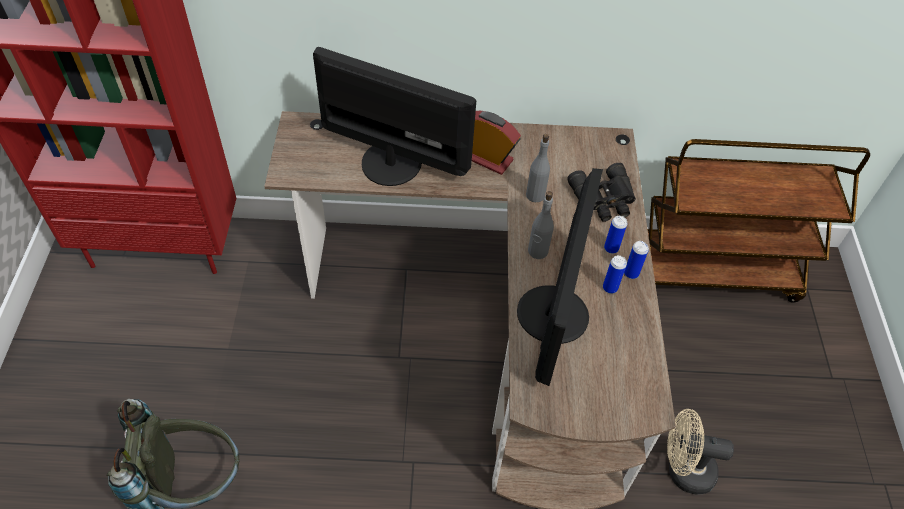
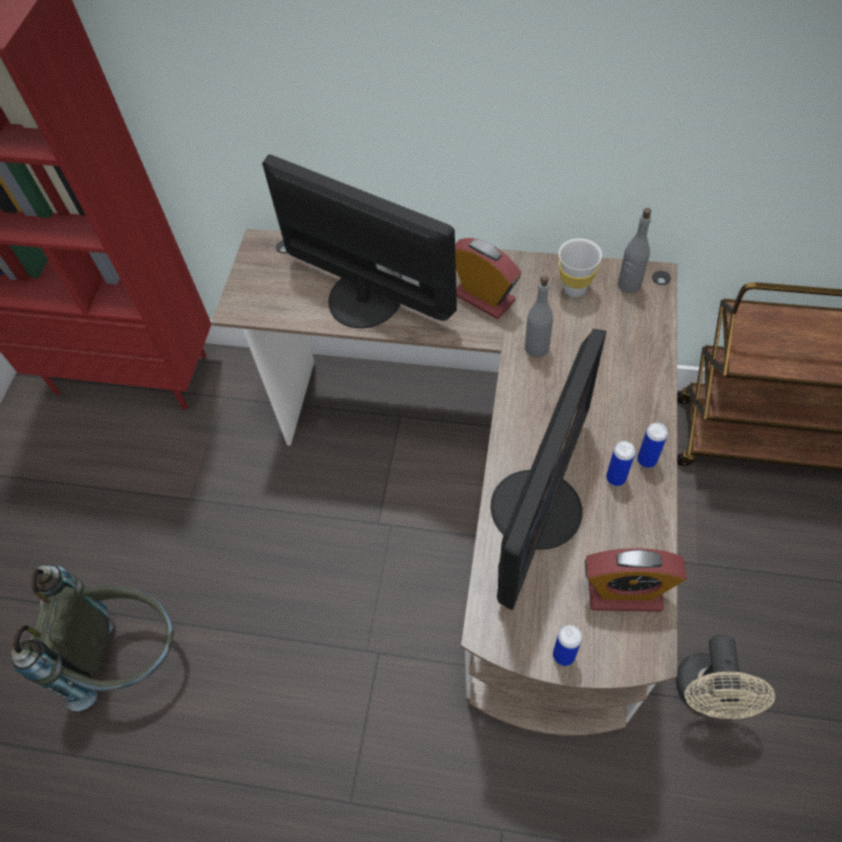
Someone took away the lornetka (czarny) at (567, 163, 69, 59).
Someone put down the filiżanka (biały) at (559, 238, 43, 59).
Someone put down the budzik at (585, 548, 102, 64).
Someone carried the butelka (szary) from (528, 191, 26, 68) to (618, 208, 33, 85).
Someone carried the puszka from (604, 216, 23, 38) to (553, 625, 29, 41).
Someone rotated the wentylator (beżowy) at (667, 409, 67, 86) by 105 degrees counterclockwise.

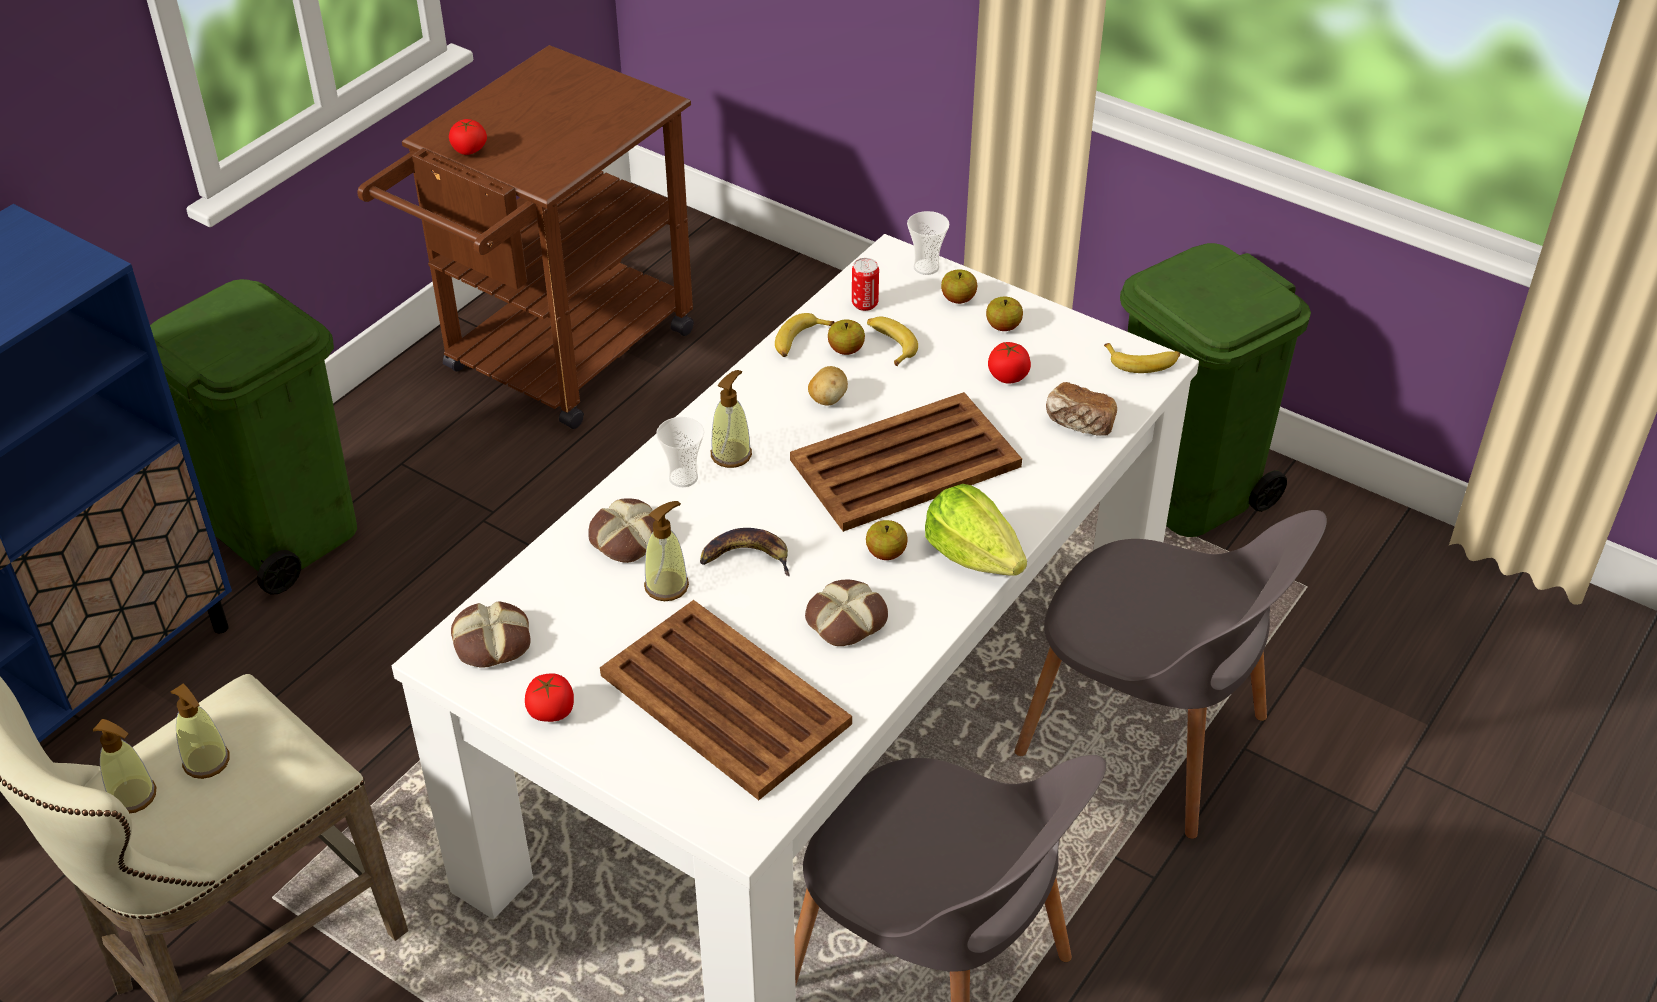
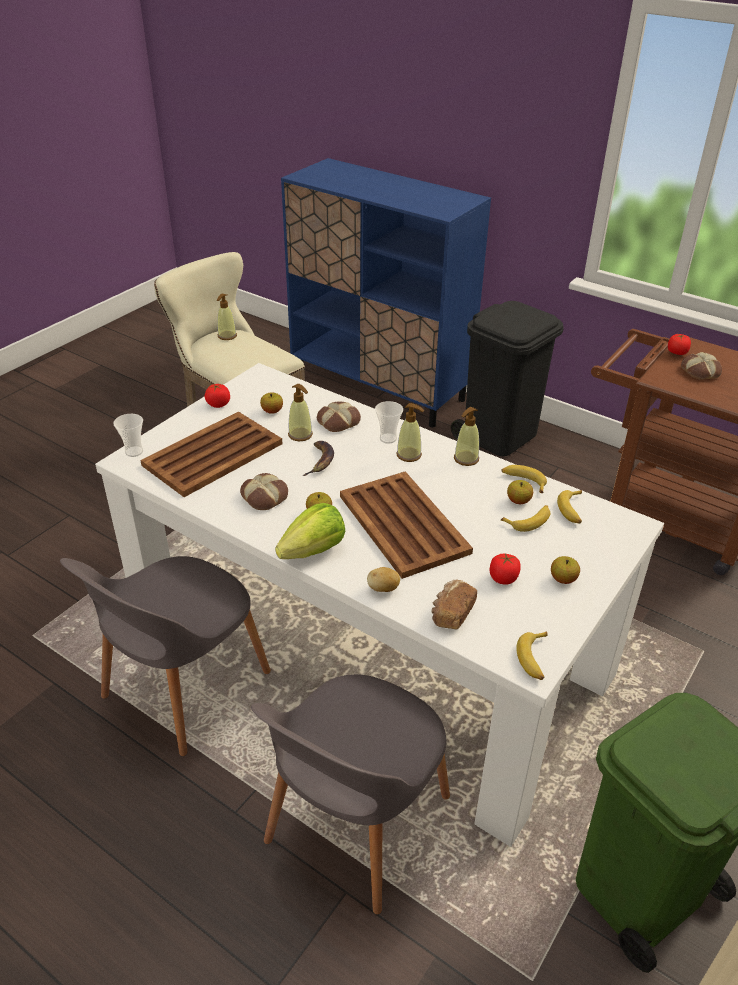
Someone carried the dozownik mydła from (171, 683, 59, 96) to (454, 407, 25, 59).
Someone carried the chleb from (451, 601, 80, 66) to (681, 352, 41, 28).
Someone carried the ziemniak from (808, 366, 40, 39) to (367, 567, 33, 25).
Someone carried the filiżanka from (907, 211, 42, 64) to (113, 414, 30, 43).
Someone carried the jabłko from (941, 269, 36, 35) to (260, 392, 23, 22).
Someone swapped the puszka at (852, 258, 27, 53) for the banan at (557, 490, 25, 34).
Someone repainted the kosz na śmieci (zielony) at (150, 279, 207, 316), which became the kosz na śmieci (czarny) at (451, 301, 113, 155).

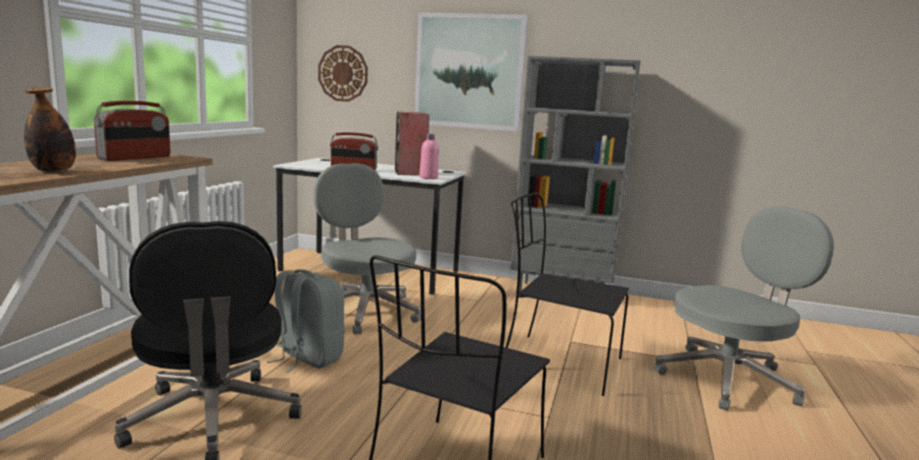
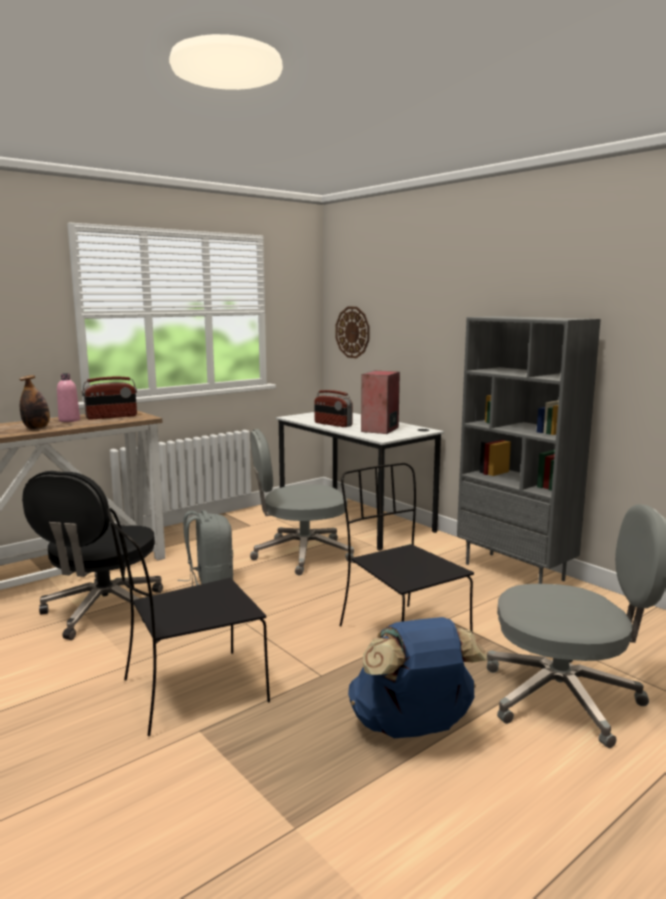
Someone took away the obraz at (415, 12, 113, 119).
Someone put down the plecak (niebieski) at (348, 617, 140, 121).
Someone carried the butelka (różowy) from (419, 134, 20, 45) to (57, 373, 23, 49).
Someone rotated the krzesło biurowe (szary) at (314, 163, 107, 171) by 105 degrees counterclockwise.

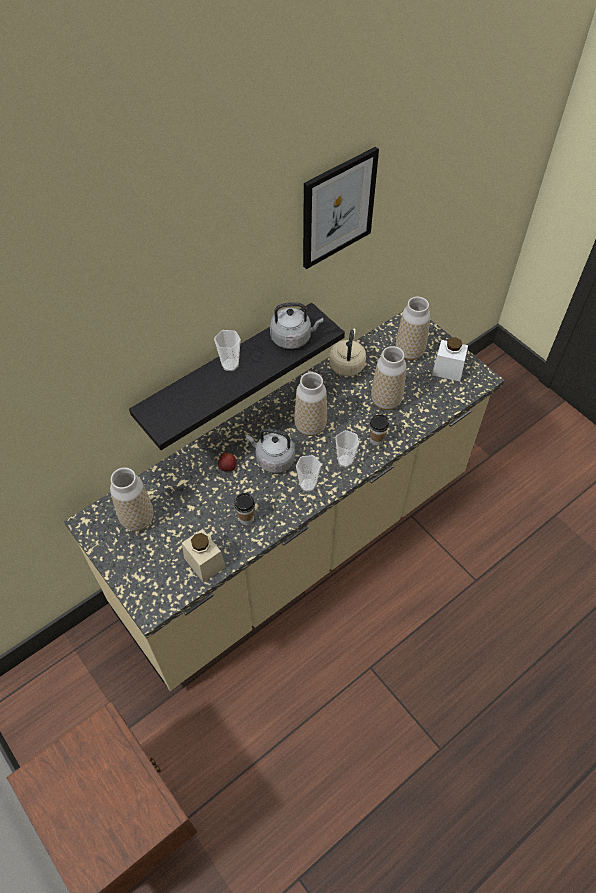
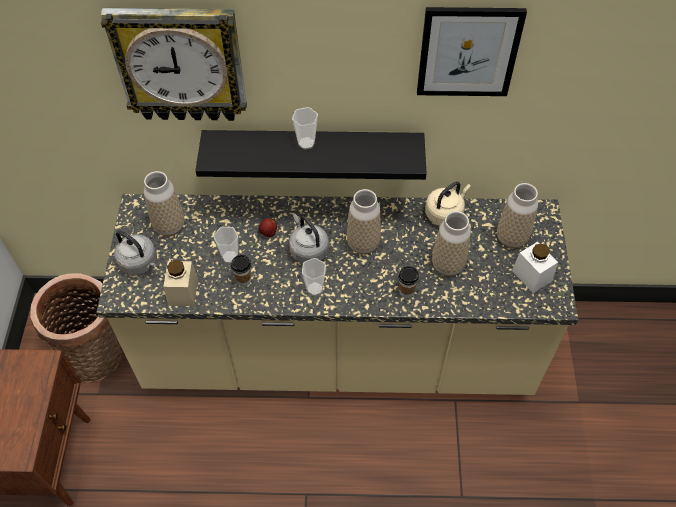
Someone put down the koszyk at (30, 273, 91, 110).
Someone put up the zegar ścienny at (101, 8, 146, 113).
Someone carried the czajnik (szary) from (270, 302, 54, 47) to (114, 231, 43, 45).
Someone carried the filiżanka from (335, 430, 24, 38) to (213, 227, 25, 36).

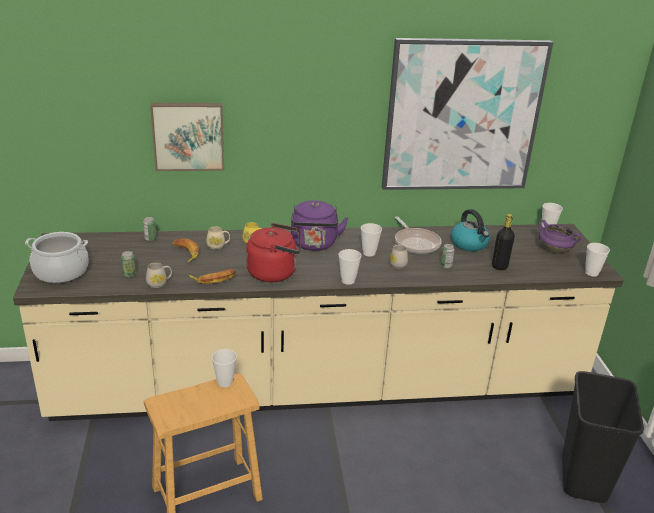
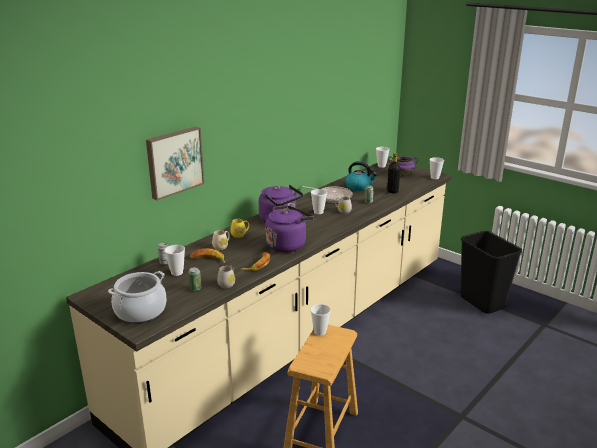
Someone took away the obraz at (382, 38, 171, 152).
Someone carried the filiżanka from (338, 249, 23, 36) to (165, 245, 20, 31).
Someone repainted the czajnik (czerwony) at (246, 223, 55, 59), which became the czajnik (fioletowy) at (265, 206, 49, 46).

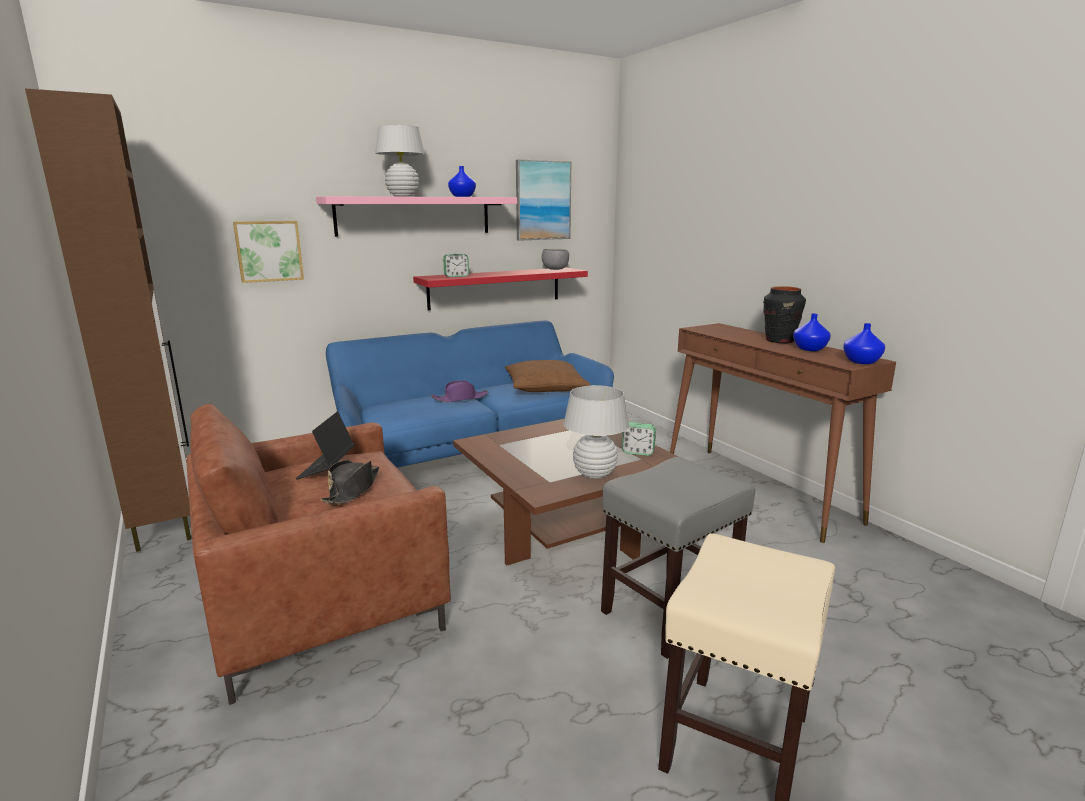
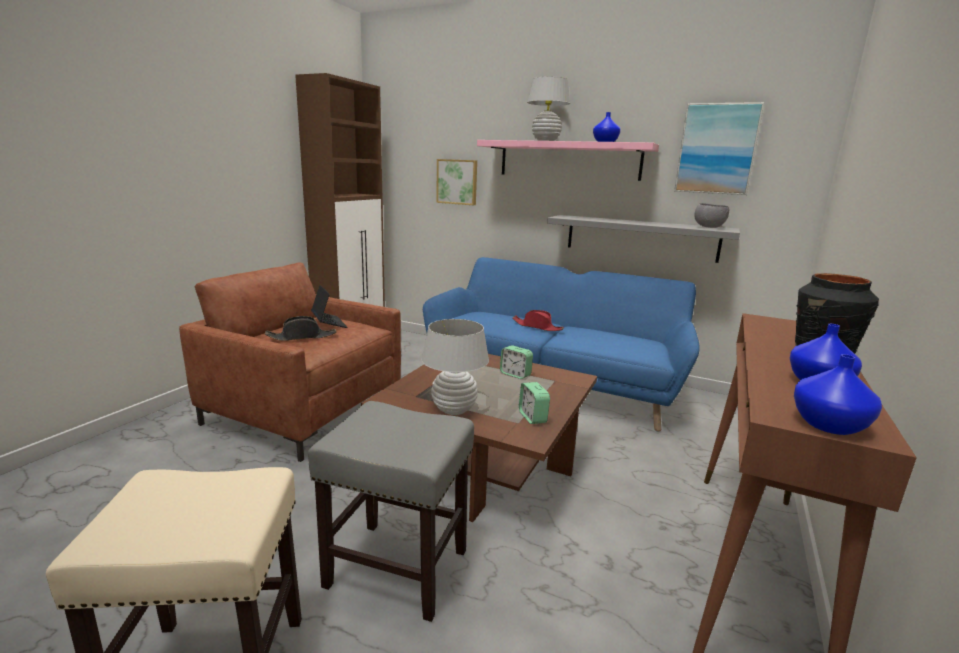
Someone took away the poduszka (brązowy) at (505, 360, 85, 32).
Someone carried the budzik from (443, 254, 26, 23) to (500, 345, 33, 34).
Someone repainted the półka (czerwony) at (413, 268, 175, 42), which became the półka (szary) at (547, 215, 193, 48).
Someone repainted the kapelusz (fioletowy) at (432, 380, 56, 22), which became the kapelusz (czerwony) at (513, 310, 51, 21).
Someone rotated the laptop at (296, 412, 58, 67) by 90 degrees clockwise.

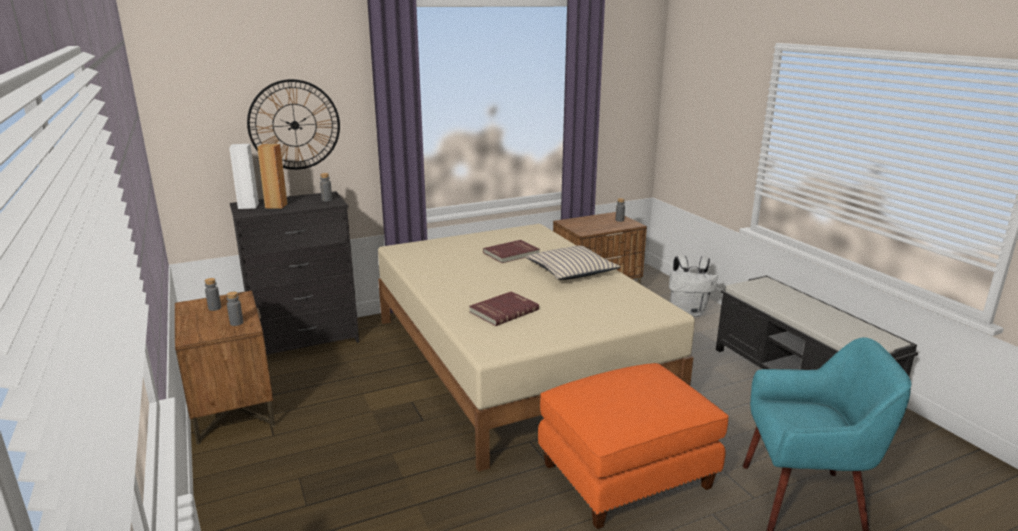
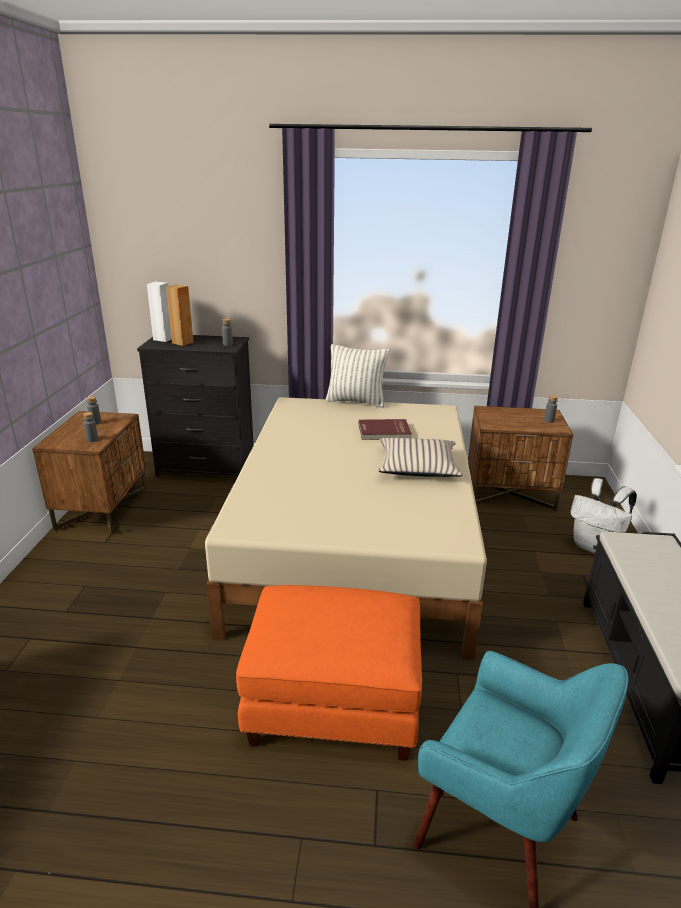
Someone took away the zegar ścienny at (247, 79, 93, 91).
Someone took away the książka (czerwony) at (469, 291, 70, 35).
Someone put down the poduszka at (326, 344, 63, 64).

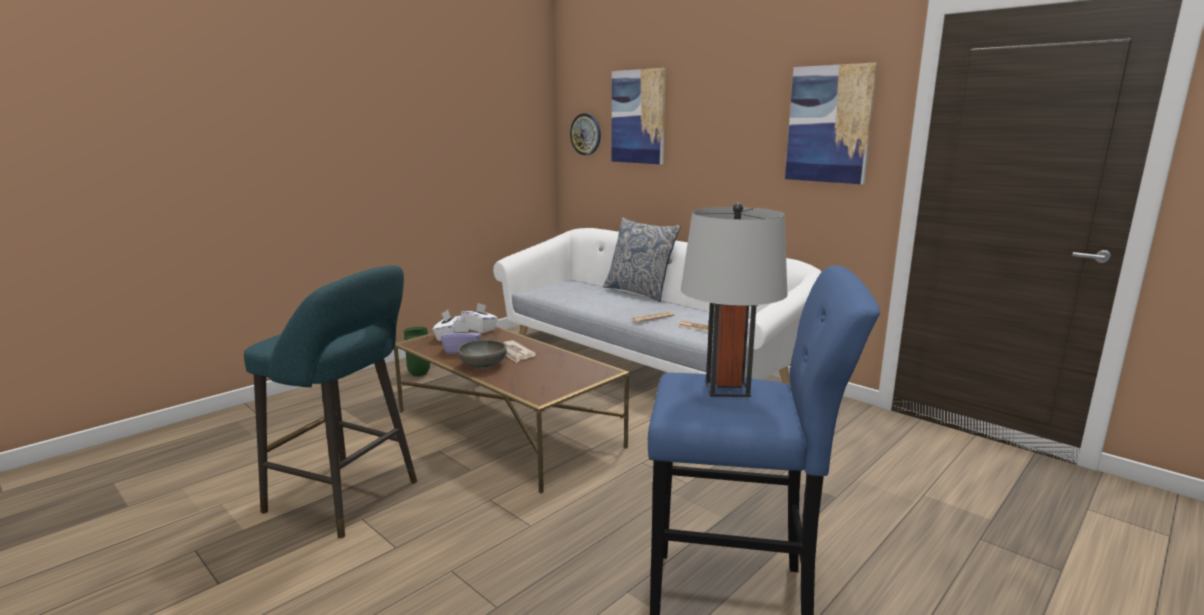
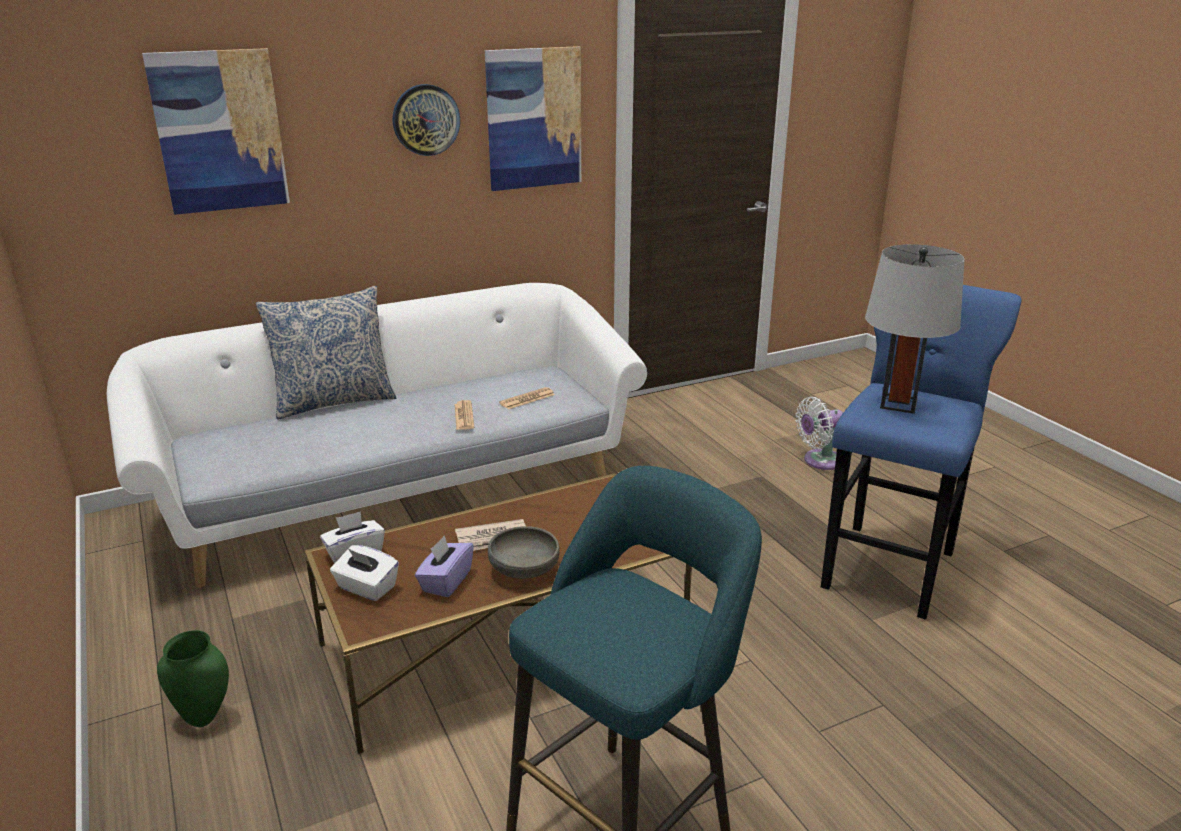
Someone put down the wentylator (biały) at (796, 397, 47, 73).
Someone carried the zegar ścienny from (570, 113, 31, 42) to (393, 84, 67, 72).

